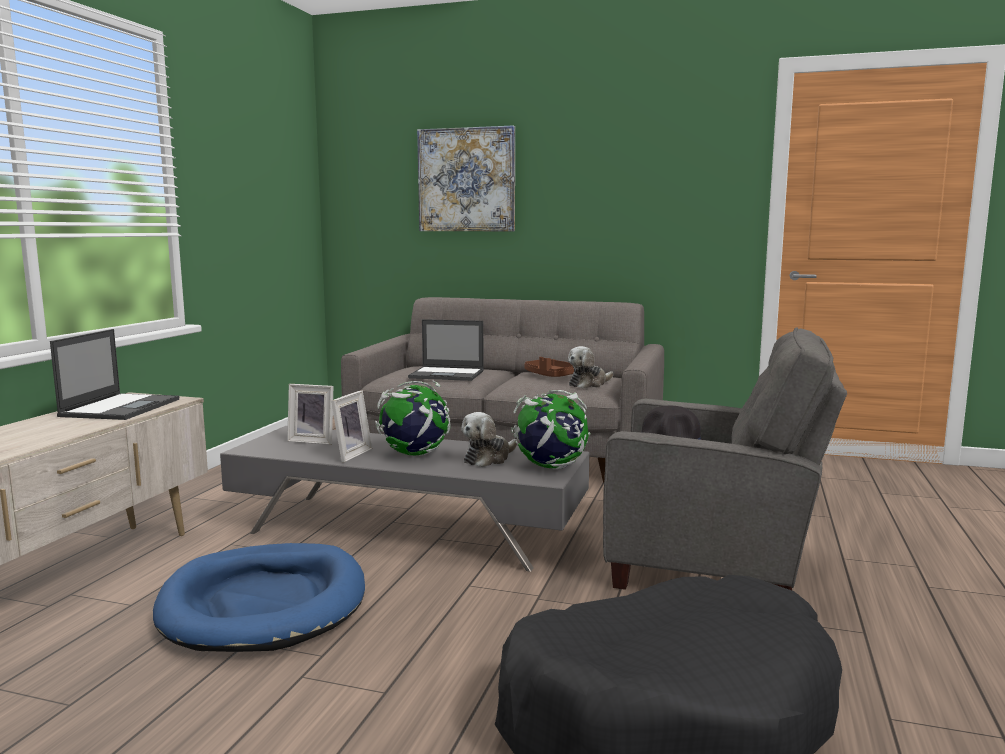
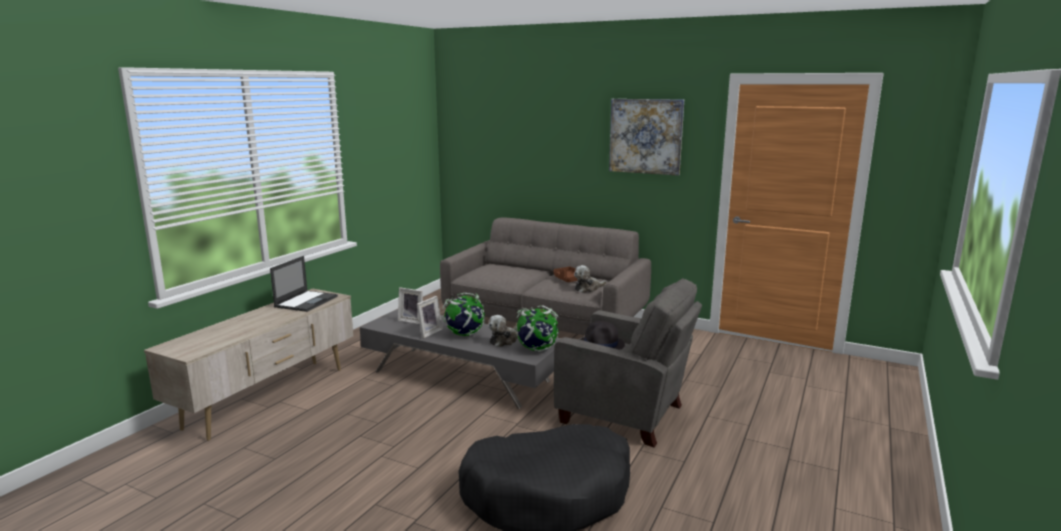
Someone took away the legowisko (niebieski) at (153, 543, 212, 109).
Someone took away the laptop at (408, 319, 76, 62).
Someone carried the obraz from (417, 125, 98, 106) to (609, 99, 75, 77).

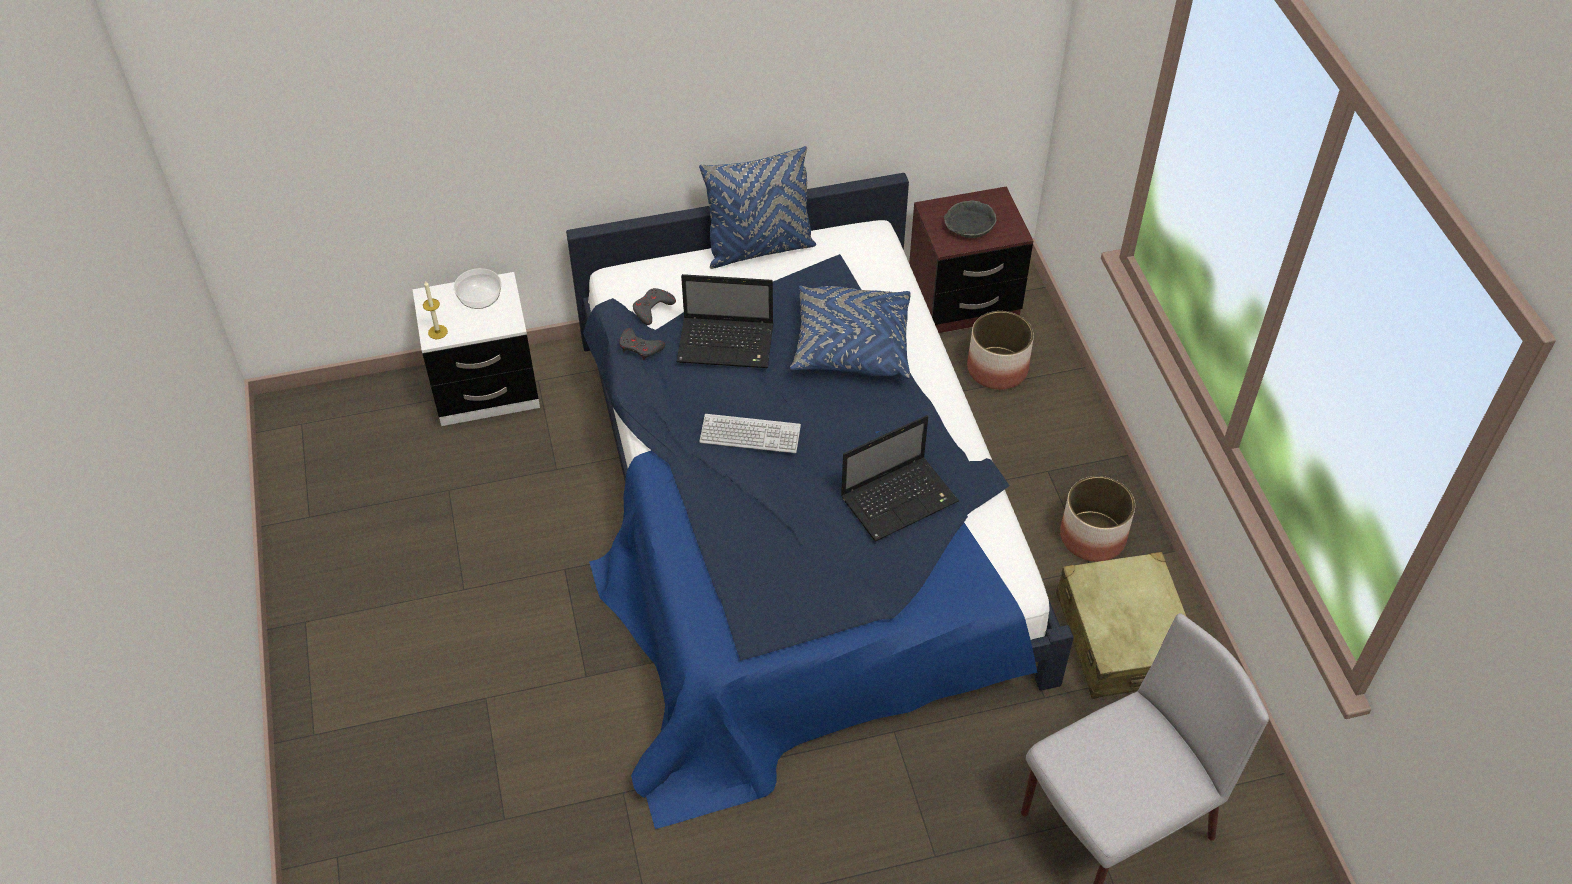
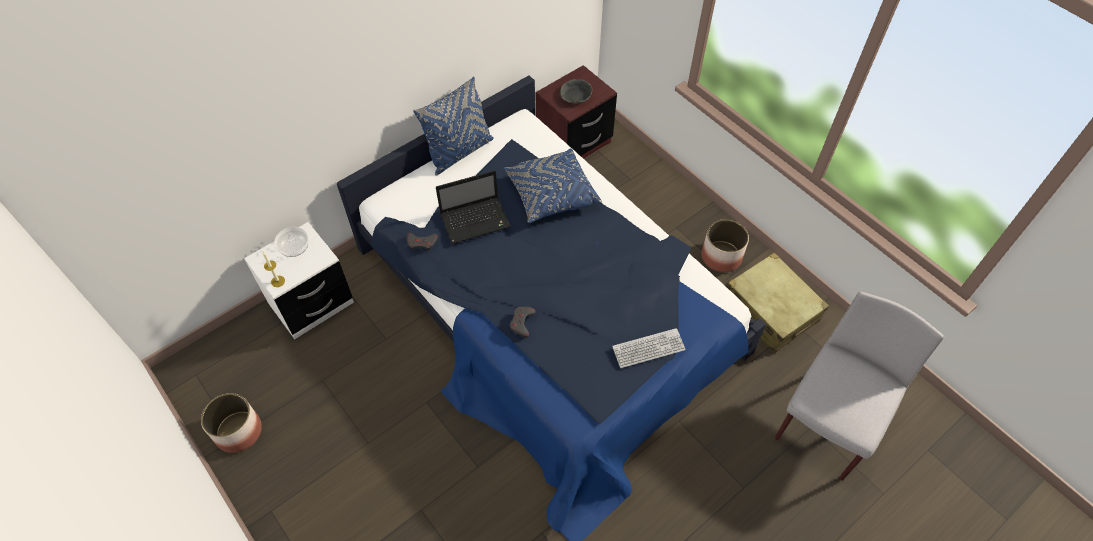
Someone took away the laptop at (841, 415, 118, 126).
Someone carried the pad do gier (szary) from (633, 288, 43, 37) to (510, 307, 26, 31).
Someone carried the klawiatura from (699, 414, 102, 39) to (612, 328, 74, 40).
Someone carried the donica from (967, 311, 67, 79) to (201, 393, 61, 60).

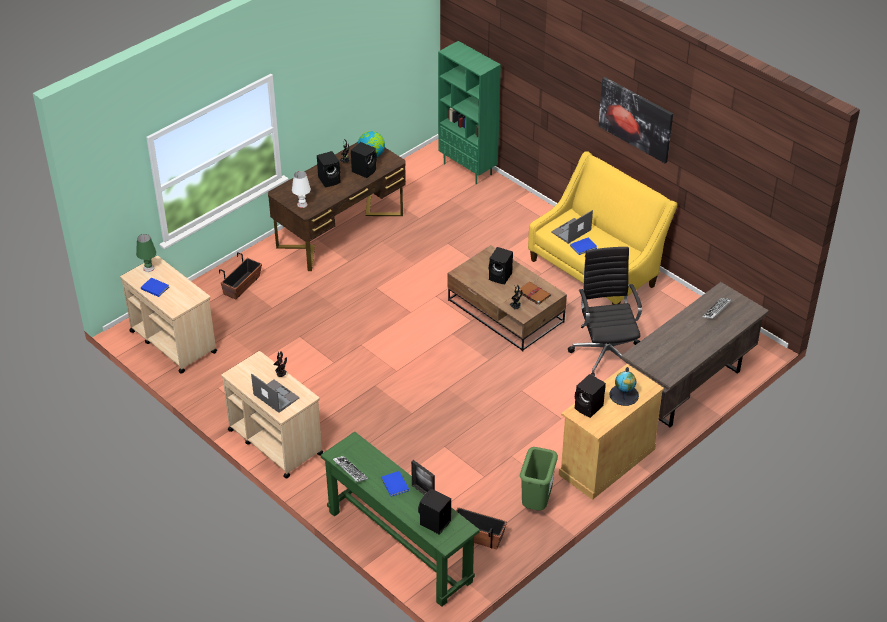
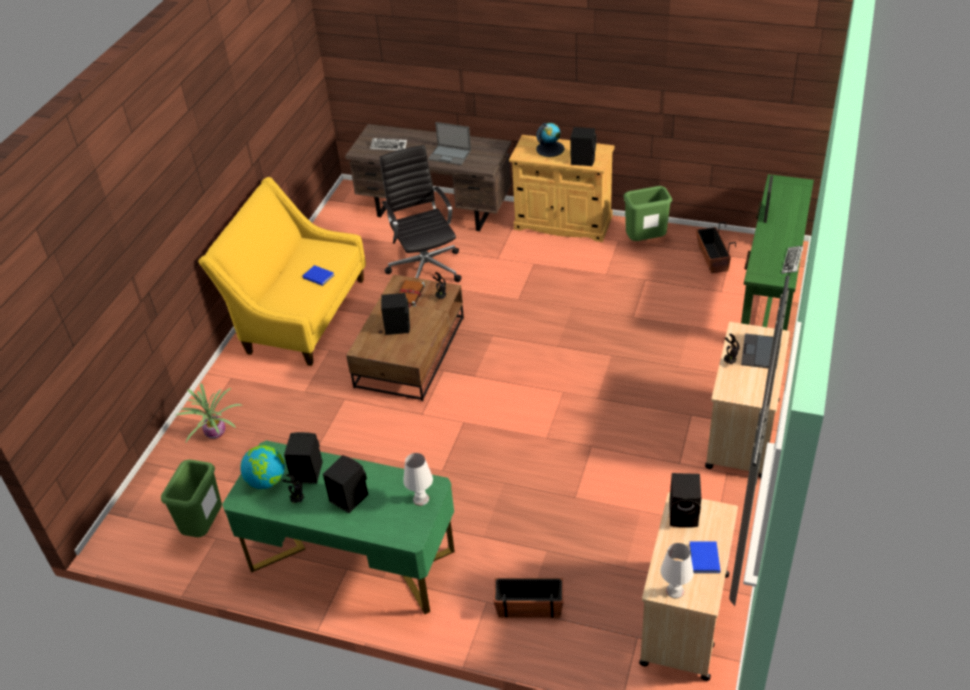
Someone took away the książka (niebieski) at (382, 471, 27, 26).
Someone took away the regał (zielony) at (438, 41, 63, 143).
Someone took away the obraz at (598, 77, 75, 86).
Someone put down the kosz na śmieci (zielony) at (161, 459, 61, 78).
Someone put down the roślina doniczkowa at (175, 383, 67, 61).
Someone carried the głośnik (czarny) from (418, 489, 33, 46) to (669, 473, 32, 55).
Someone carried the laptop from (551, 210, 42, 34) to (428, 122, 43, 43).
Someone repainted the lampa stołowa (zielony) at (136, 234, 20, 38), which became the lampa stołowa (biały) at (660, 543, 34, 56).
Someone repainted the biurko (brązowy) at (268, 142, 138, 129), which became the biurko (zielony) at (222, 440, 233, 174).
Someone rotated the krzesło biurowe (czarny) at (568, 247, 74, 130) by 105 degrees clockwise.

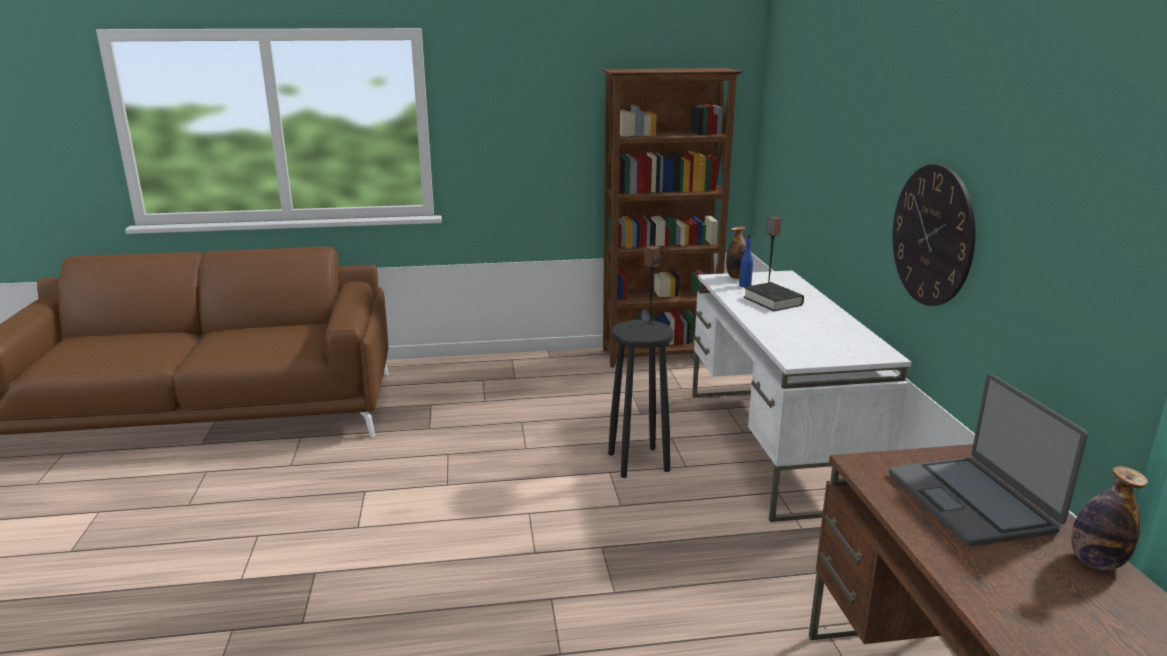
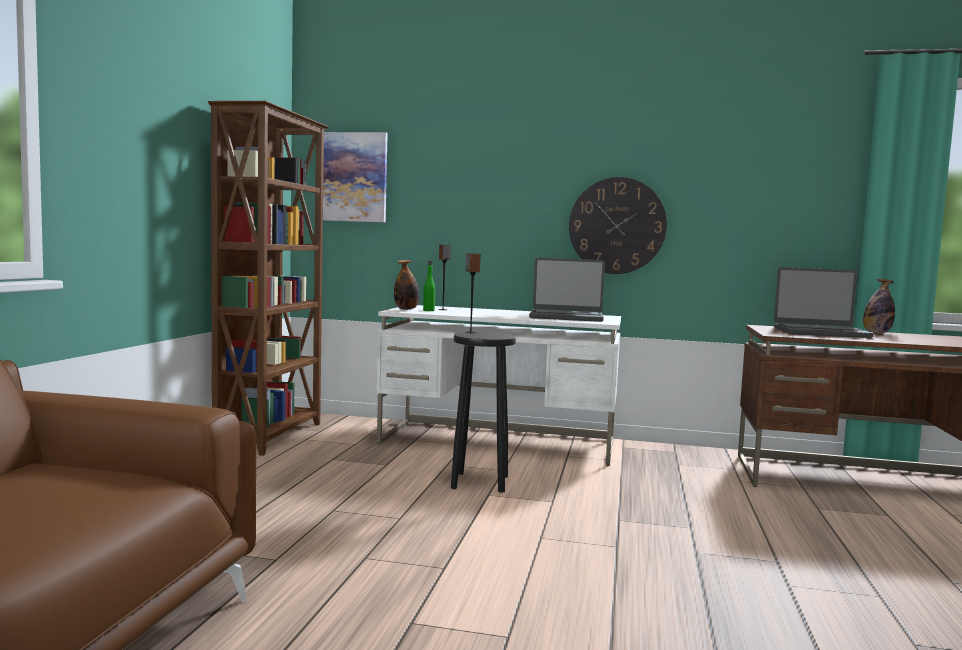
Someone took away the książka (czarny) at (744, 282, 60, 29).
Someone put up the obraz at (323, 132, 65, 90).
Someone put down the laptop at (529, 258, 76, 64).
Someone repainted the butelka (niebieski) at (739, 234, 14, 53), which became the butelka (zielony) at (423, 261, 12, 50).

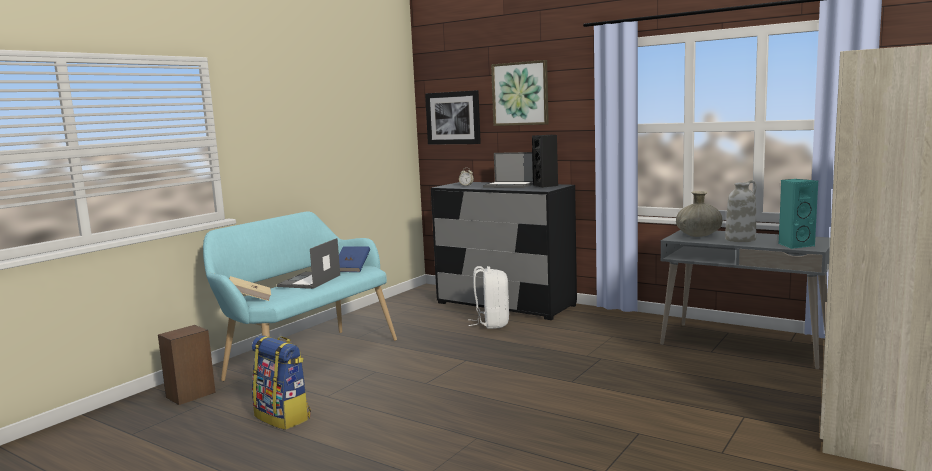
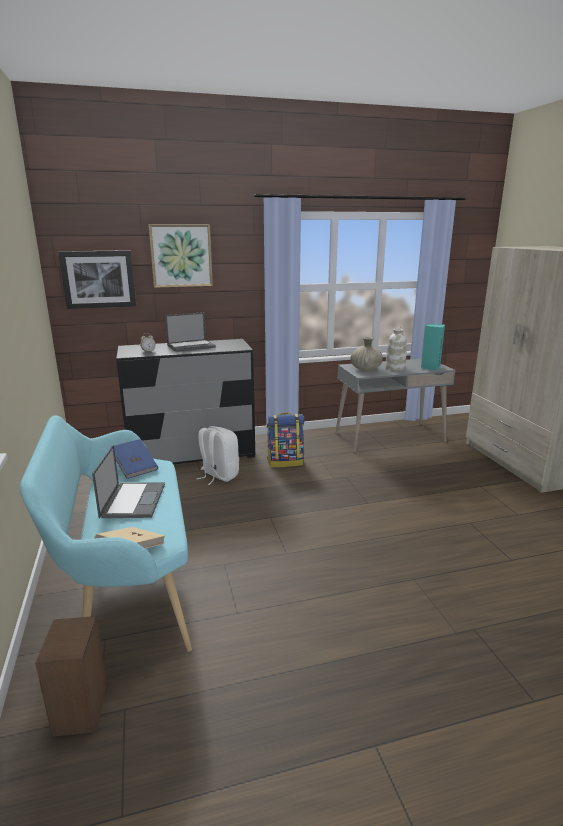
Someone took away the głośnik (czarny) at (532, 135, 26, 53).
Someone carried the plecak from (252, 335, 59, 95) to (267, 413, 37, 55).
Someone rotated the laptop at (277, 238, 63, 51) by 150 degrees counterclockwise.

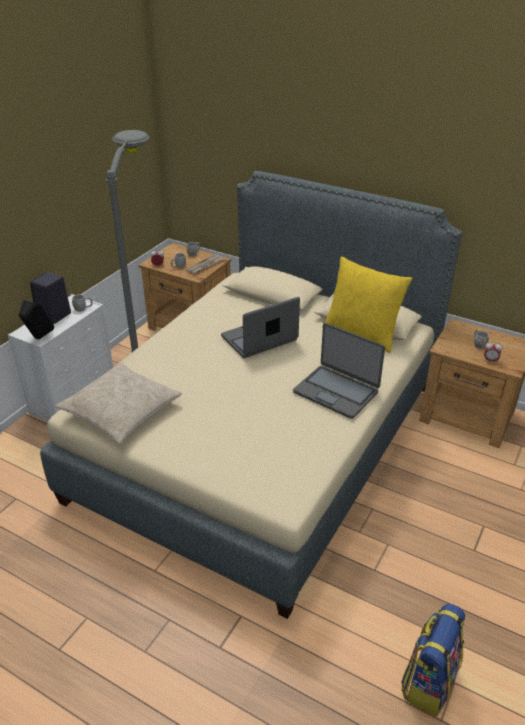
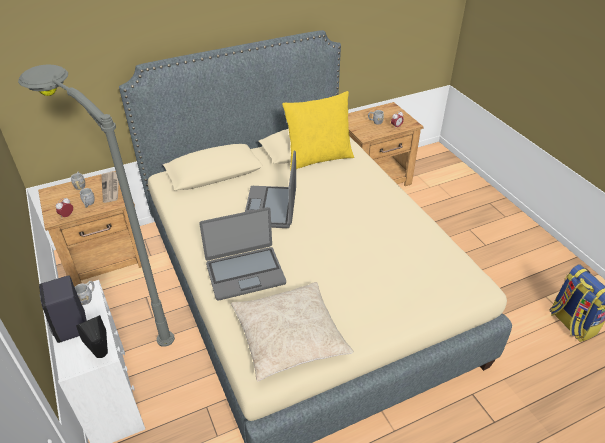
Someone carried the laptop from (293, 323, 92, 96) to (199, 207, 87, 94).

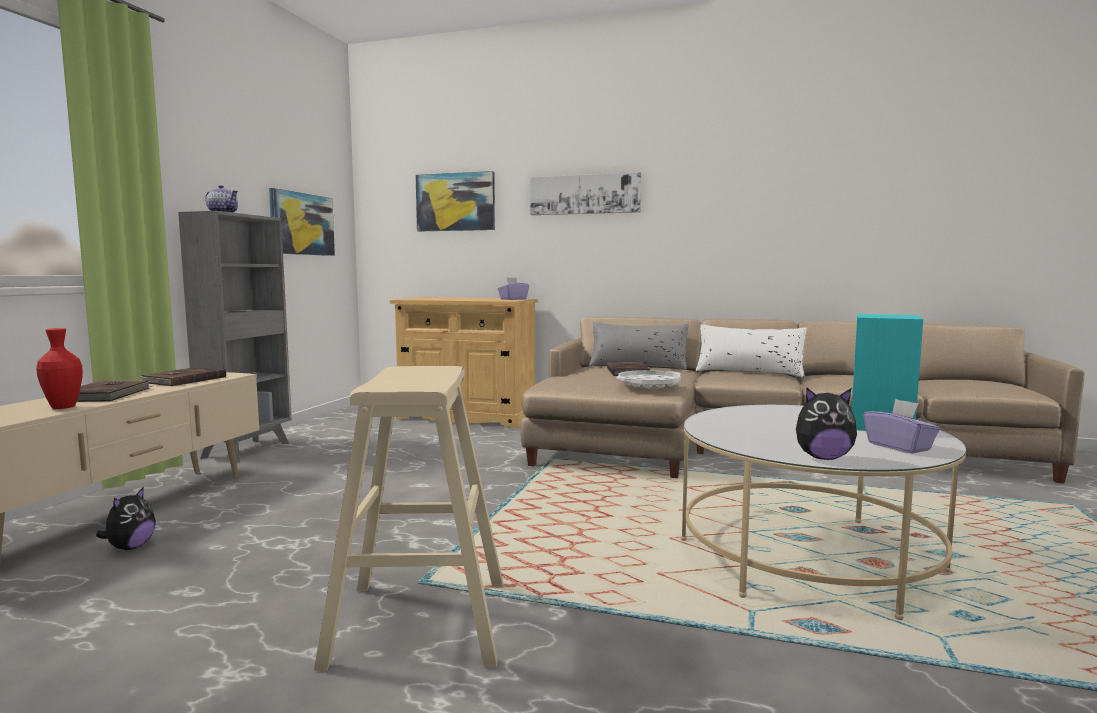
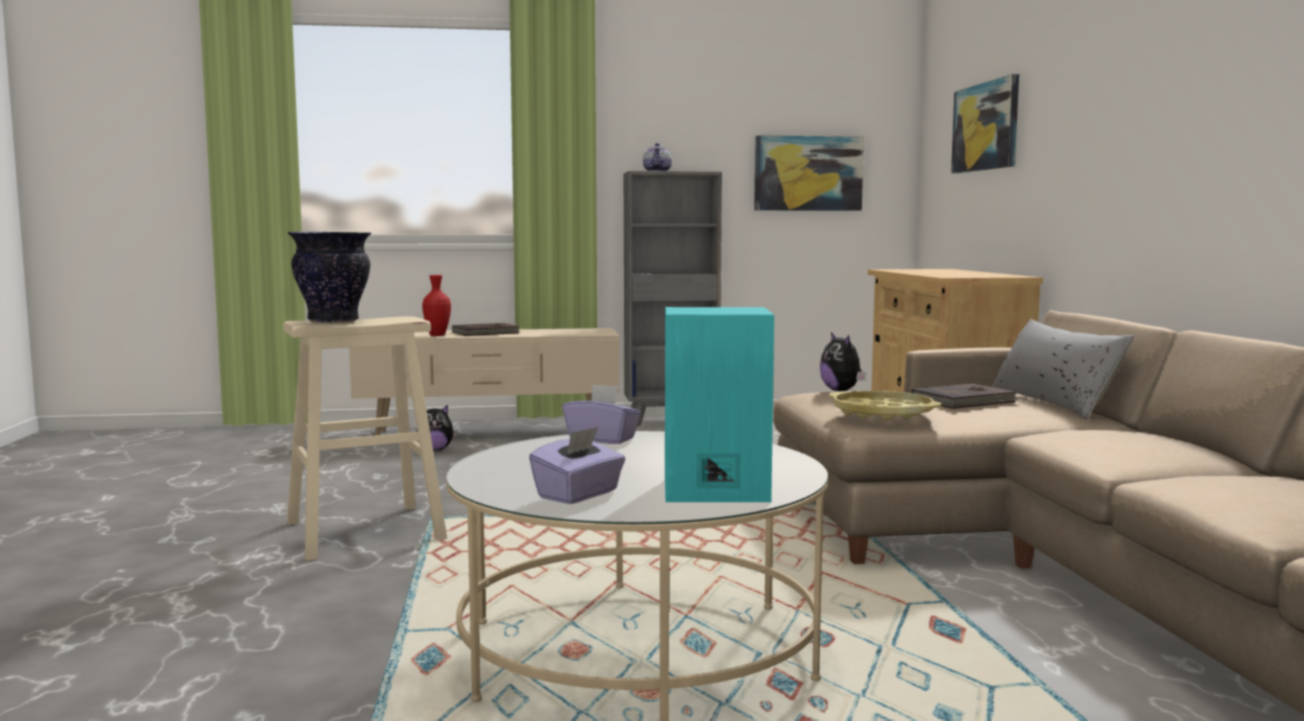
Someone took away the książka (brązowy) at (139, 367, 87, 19).
Someone took away the obraz at (530, 172, 111, 43).
Someone took away the poduszka (biały) at (695, 324, 112, 54).
Someone put down the wazon at (288, 232, 84, 91).
Someone carried the pudełko chusteczek (fioletowy) from (498, 277, 31, 23) to (562, 384, 79, 60).
Someone carried the pluszak from (796, 388, 61, 72) to (820, 332, 46, 59).
Someone repainted the taca (biały) at (617, 370, 64, 18), which became the taca (żółty) at (829, 391, 112, 30).

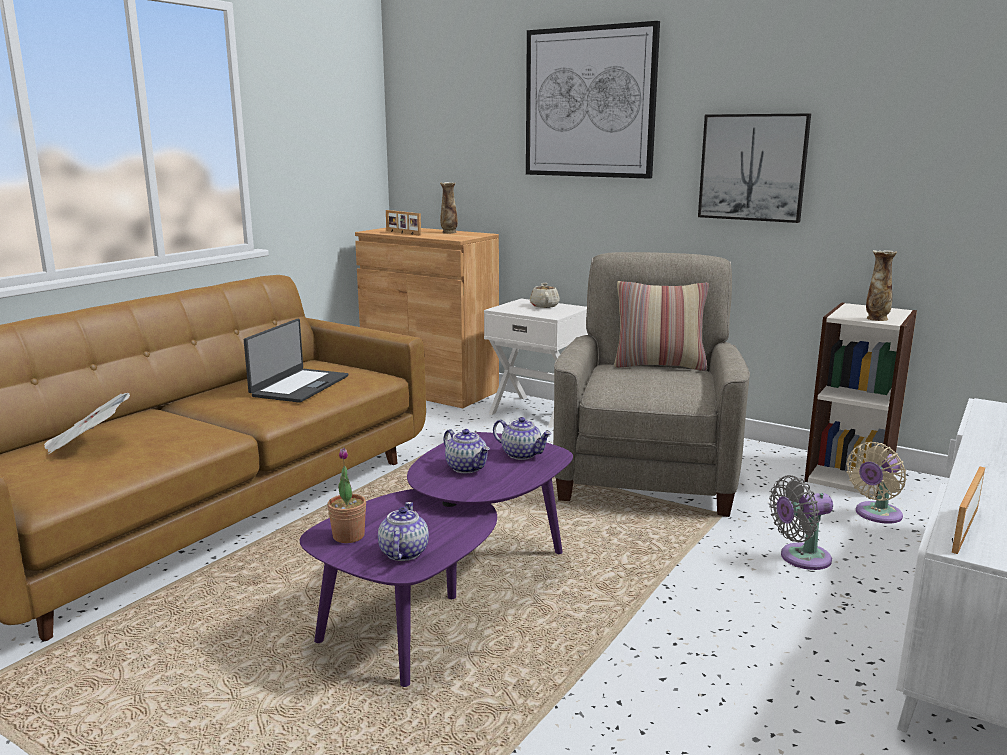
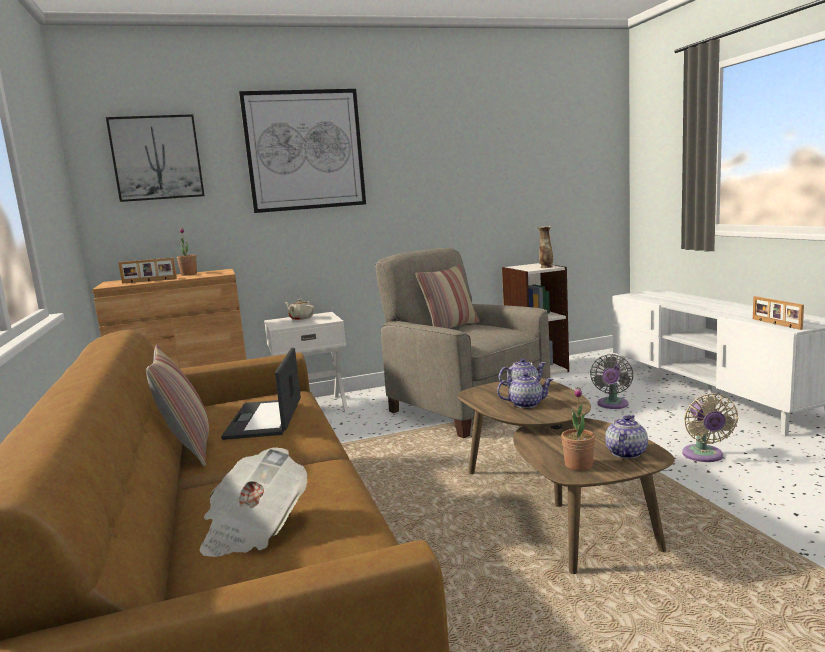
Someone put down the poduszka at (146, 345, 63, 122).
Someone carried the obraz from (698, 113, 113, 110) to (106, 114, 99, 88).
Someone carried the wentylator (beżowy) from (846, 442, 60, 82) to (682, 393, 56, 69).
Someone swapped the wazon at (440, 182, 18, 52) for the roślina doniczkowa at (177, 227, 20, 49).
Someone repainted the ława (fioletowy) at (300, 432, 273, 255), which became the ława (brązowy) at (458, 378, 217, 196).
Someone rotated the laptop at (244, 319, 104, 84) by 150 degrees counterclockwise.
Someone rotated the imbryk at (378, 502, 51, 59) by 75 degrees clockwise.

